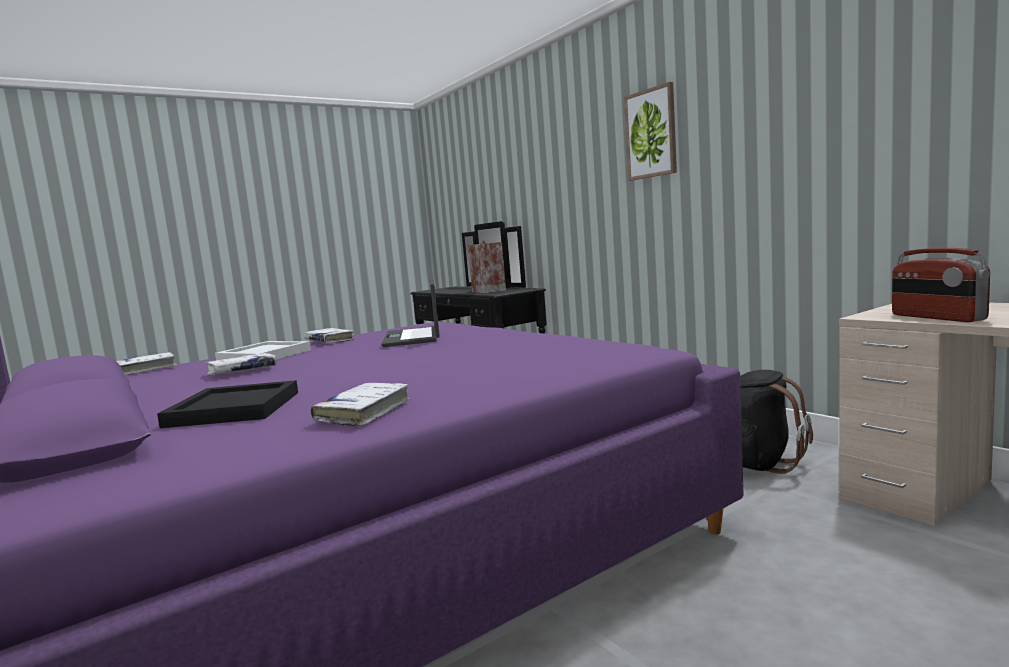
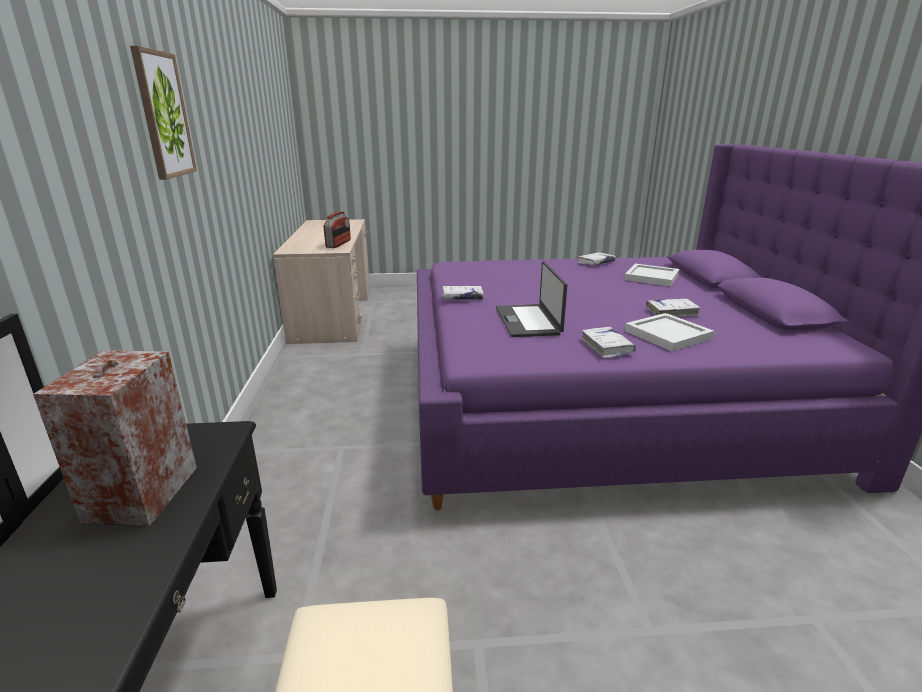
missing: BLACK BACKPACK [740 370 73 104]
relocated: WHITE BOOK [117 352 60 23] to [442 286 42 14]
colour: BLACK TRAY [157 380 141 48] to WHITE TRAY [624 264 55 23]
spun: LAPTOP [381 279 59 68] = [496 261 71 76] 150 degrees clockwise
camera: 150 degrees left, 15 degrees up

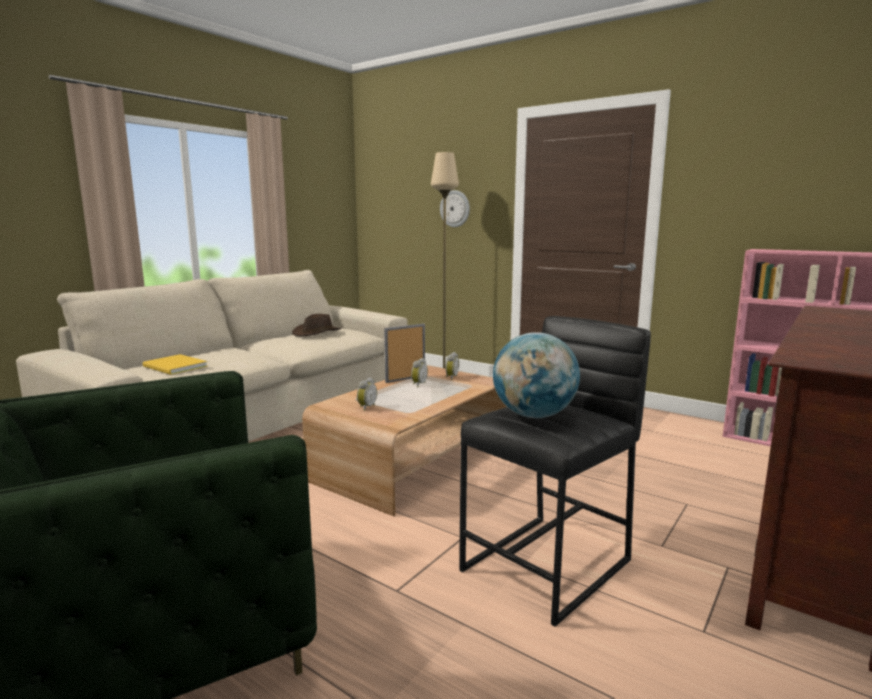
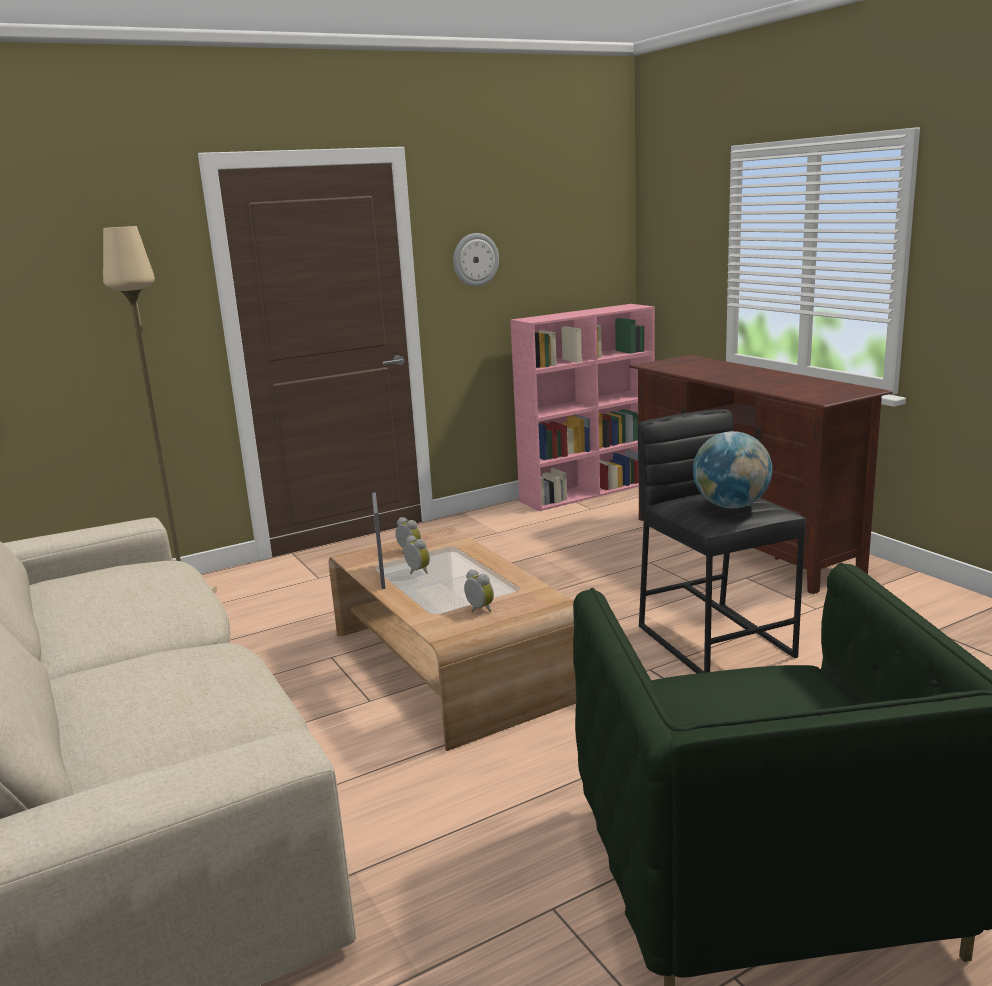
missing: YELLOW BOOK [143 354 64 21]; BROWN HAT [292 314 50 22]
relocated: WALL CLOCK [440 190 30 37] to [453 233 46 54]
camera: 65 degrees left, 5 degrees up

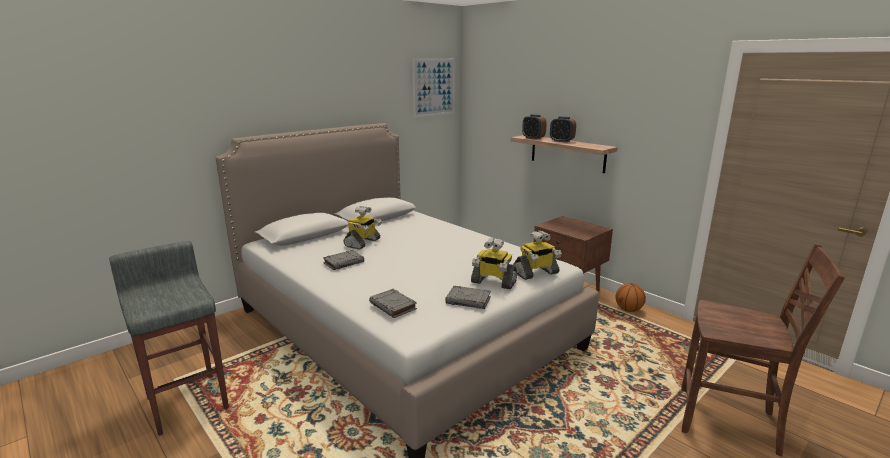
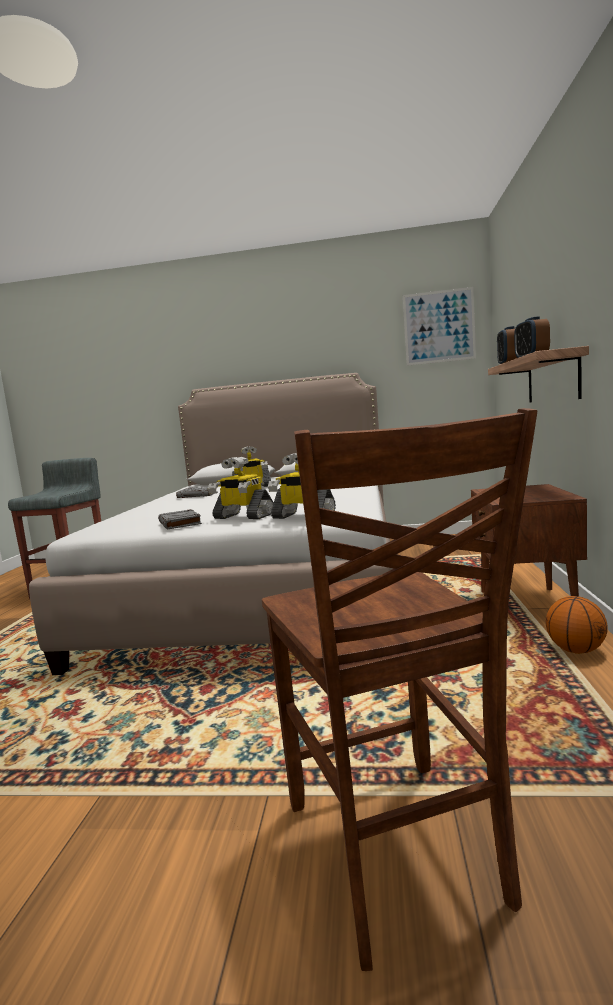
missing: GREY BOOK [369 289 48 29]
spun: TOY ROBOT [471 238 46 51] = [208 457 66 62] 45 degrees counterclockwise
camera: 50 degrees right, 10 degrees down

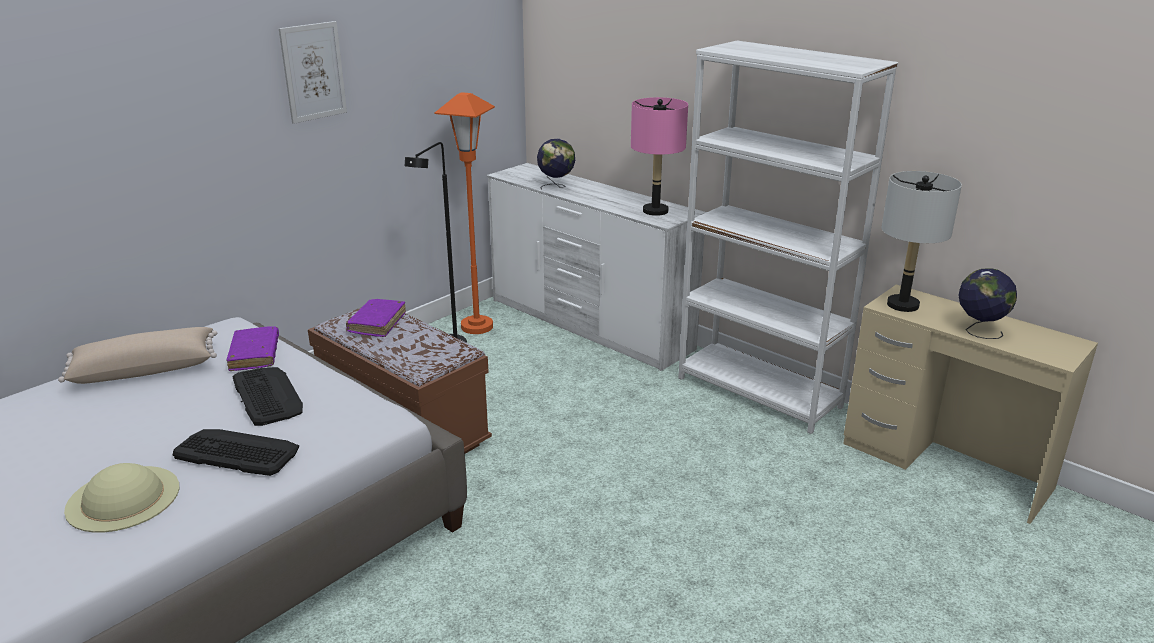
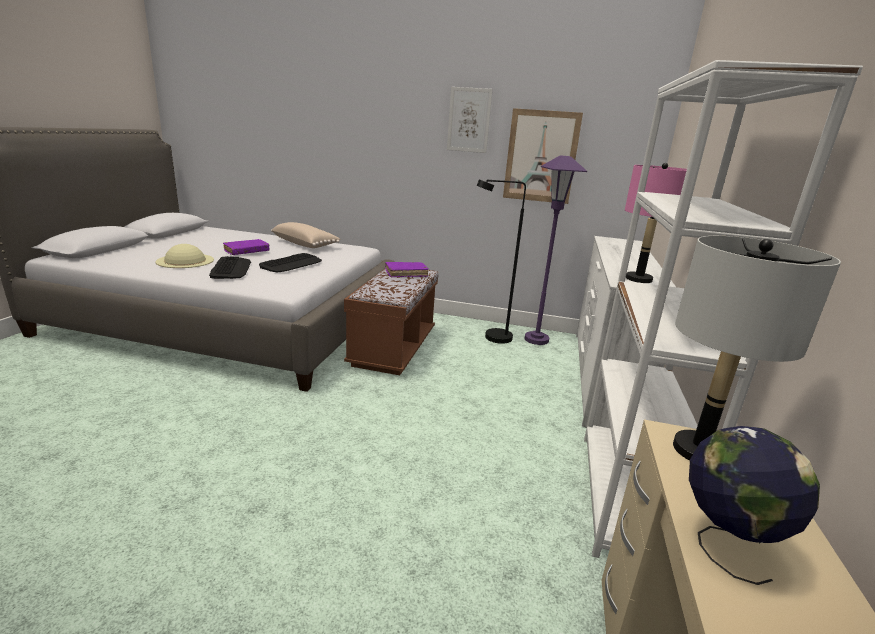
missing: GLOBE [537 139 38 51]
appeared: PICTURE [503 108 80 96]
relocated: PURPLE BOOK [227 327 52 44] to [223 239 47 16]
colour: ORANGE FLOOR LAMP [434 92 61 242] to PURPLE FLOOR LAMP [525 155 62 190]
camera: 60 degrees right, 5 degrees down

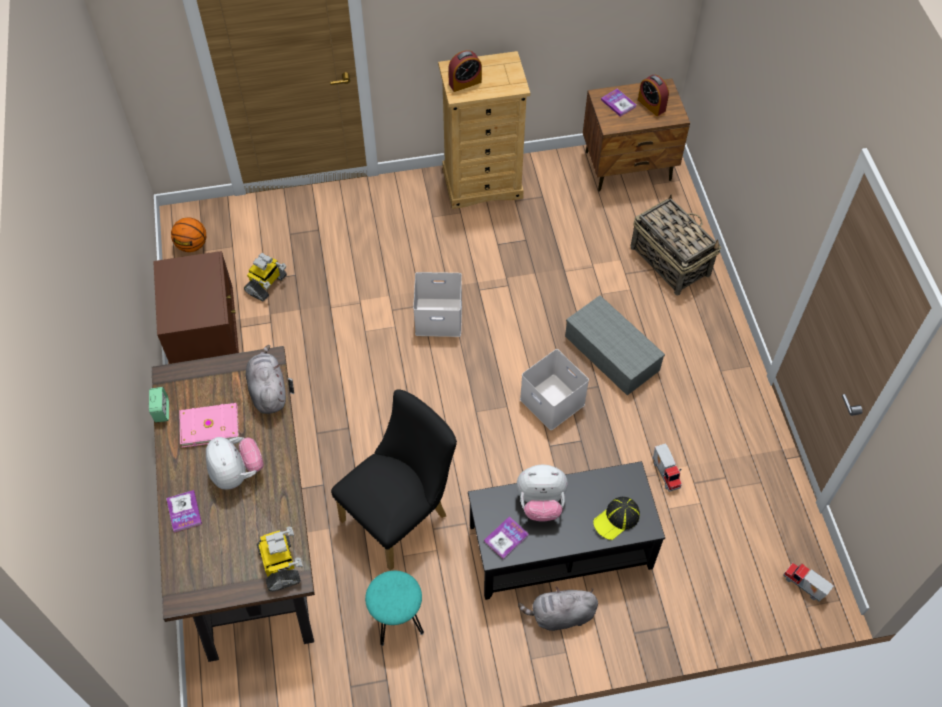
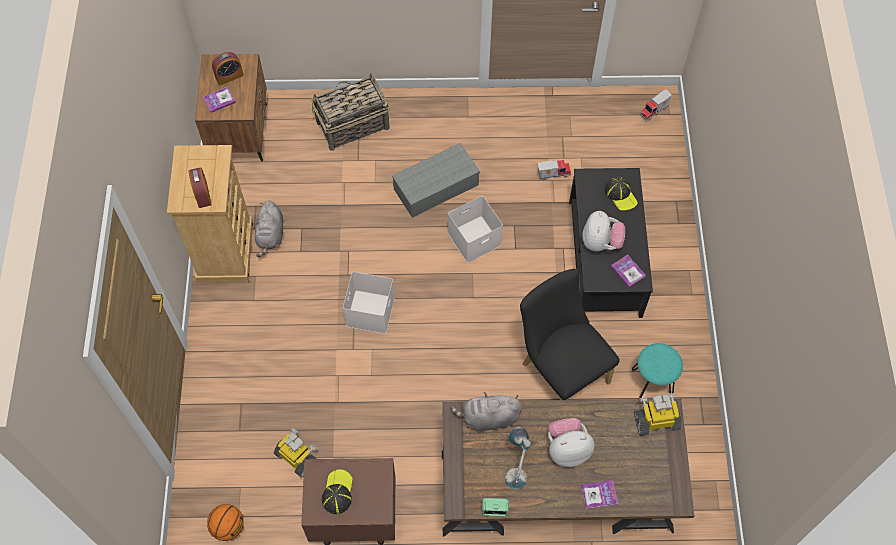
appeared: CAP [322 469 31 45]
relocated: GREY PLUSH TOY [518 587 80 44] to [254 200 29 57]
exchanged: PINK BOOK [179 403 60 45] to TABLE LAMP [505 427 26 63]
camera: 80 degrees left, 5 degrees up

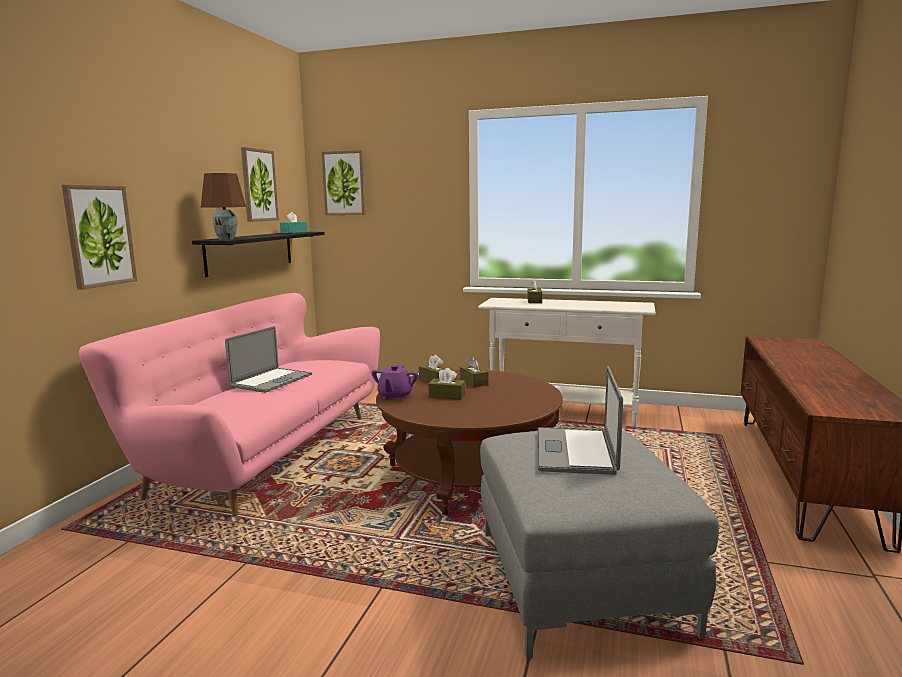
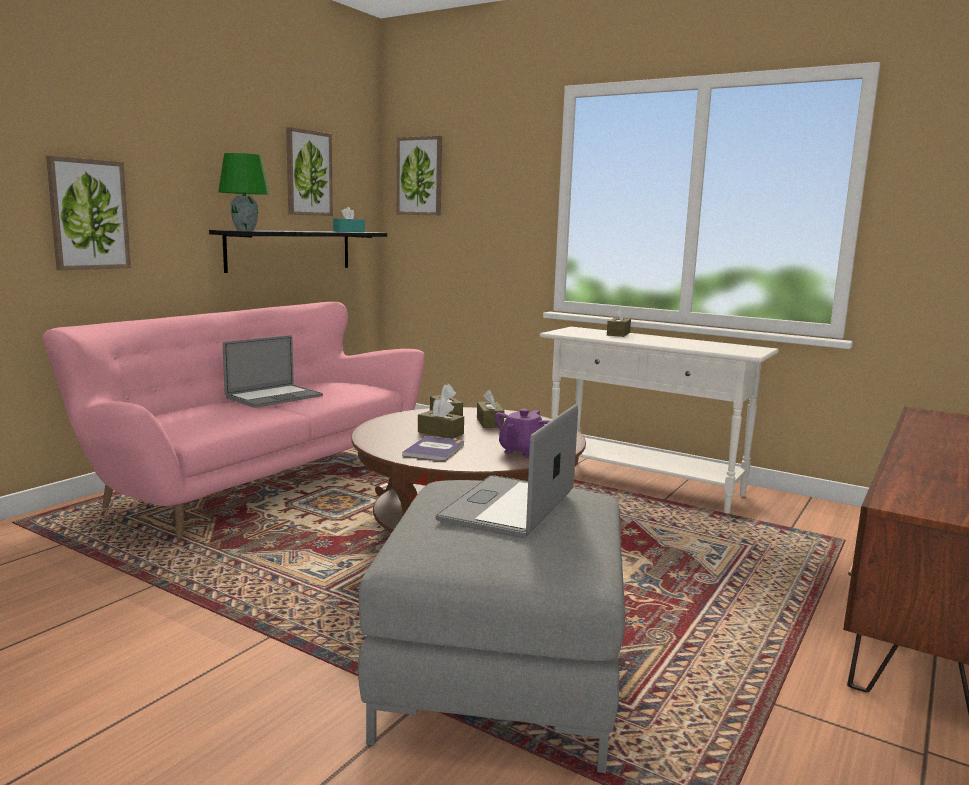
appeared: BOOK [402 436 62 25]
relocated: PURPLE TEAPOT [372 365 46 36] to [495 409 55 48]
colour: BROWN TABLE LAMP [201 173 45 67] to GREEN TABLE LAMP [218 153 51 78]
camera: 15 degrees right, 0 degrees up

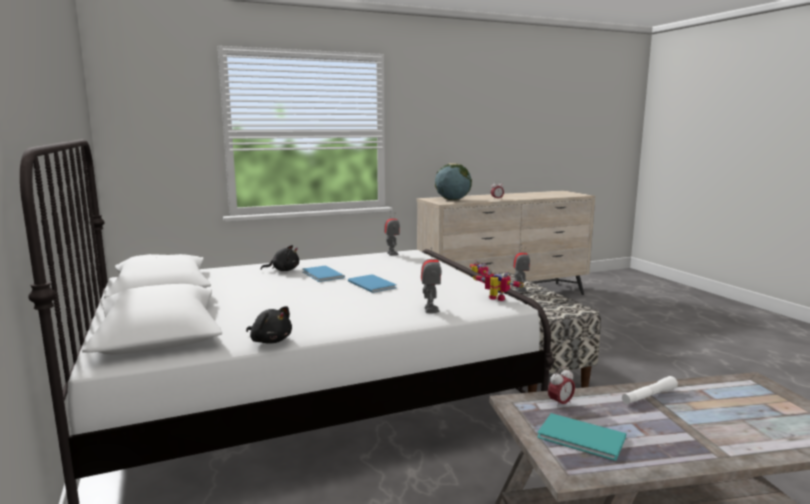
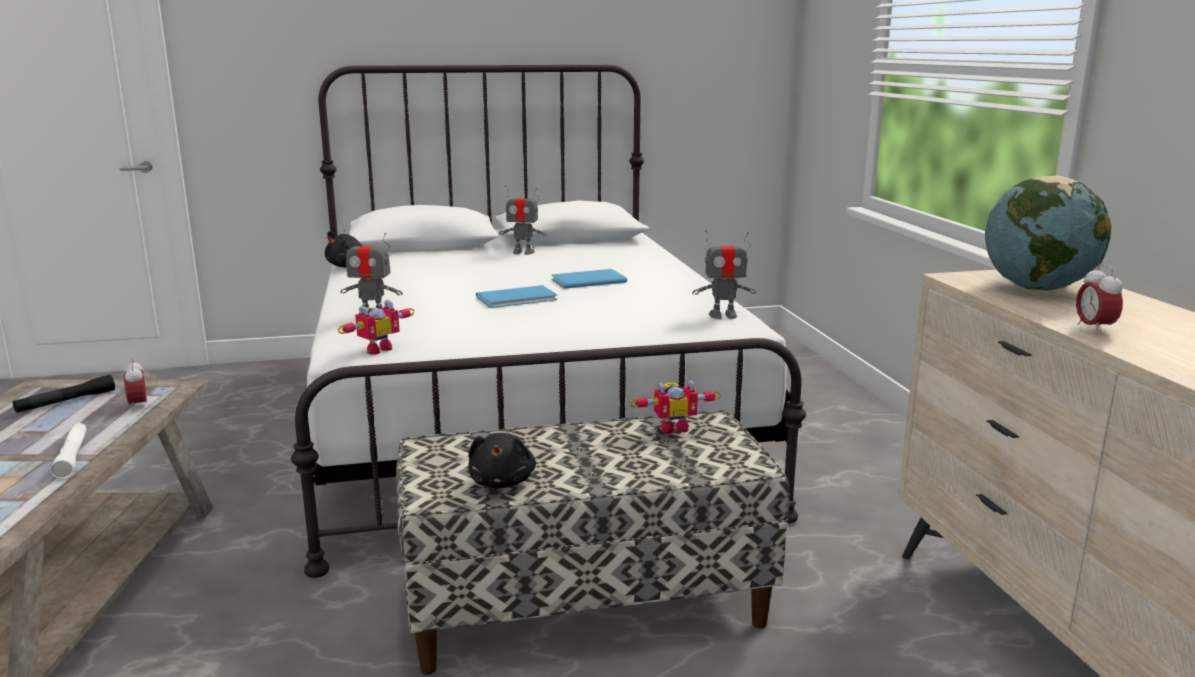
relocated: BLACK PLUSH TOY [261 245 38 26] to [468 433 68 55]; TOY ROBOT [513 244 17 48] to [499 185 48 70]
exchanged: TURQUOISE BOOK [537 413 89 48] to BLACK FLASHLIGHT [13 375 102 38]
camera: 100 degrees right, 5 degrees up

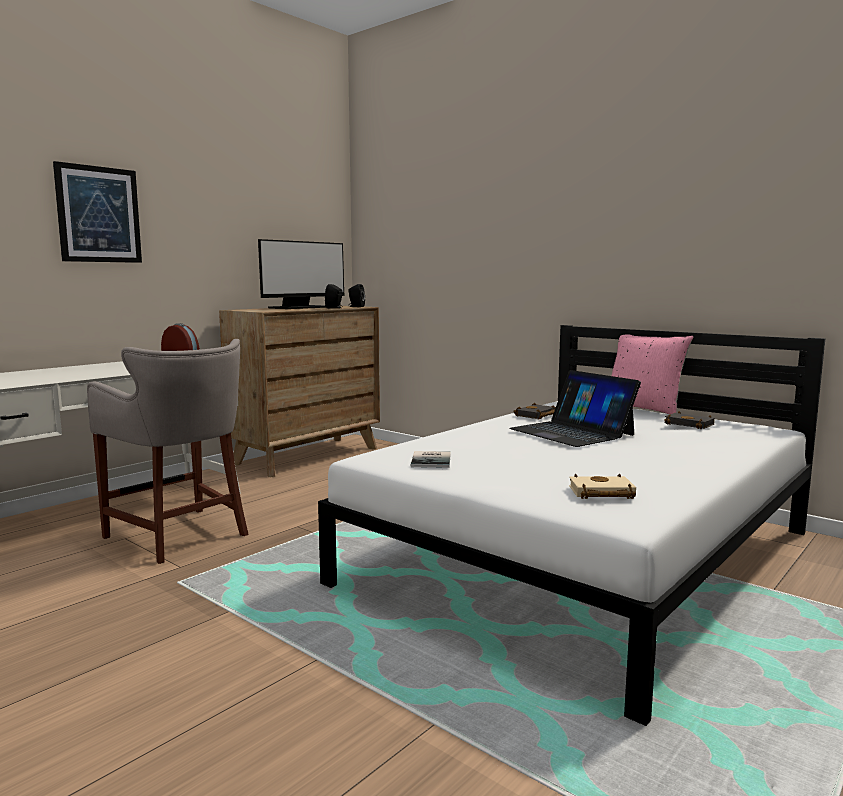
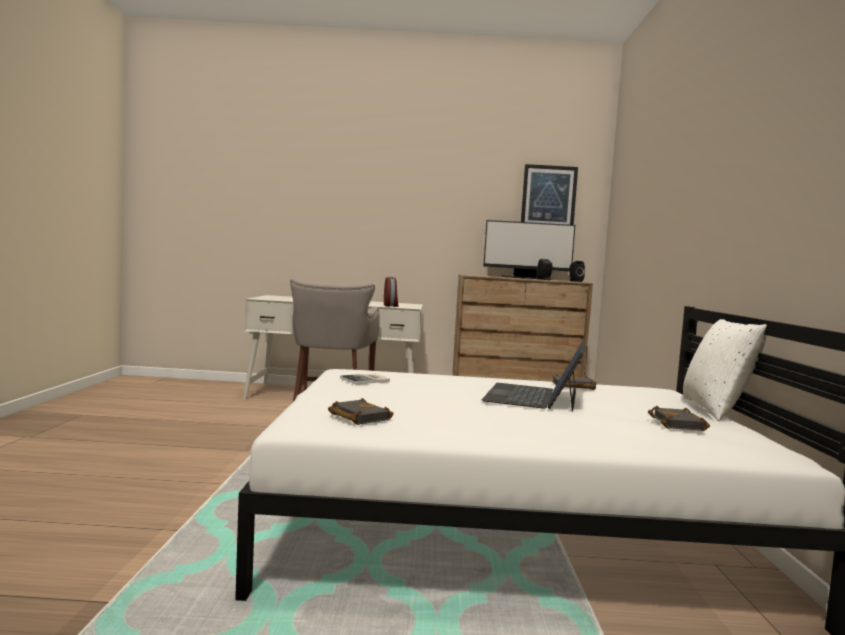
relocated: PICTURE [53 161 89 102] to [521 164 57 61]
colour: BEIGE BOOK [569 474 67 25] to BLACK BOOK [328 398 65 27]; PINK PILLOW [612 335 81 79] to WHITE PILLOW [683 319 84 102]
camera: 50 degrees right, 5 degrees down

